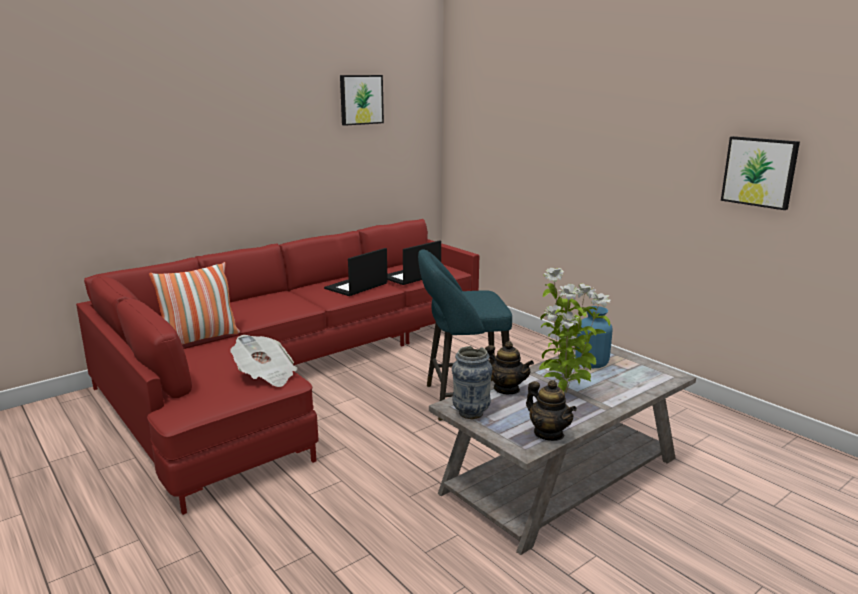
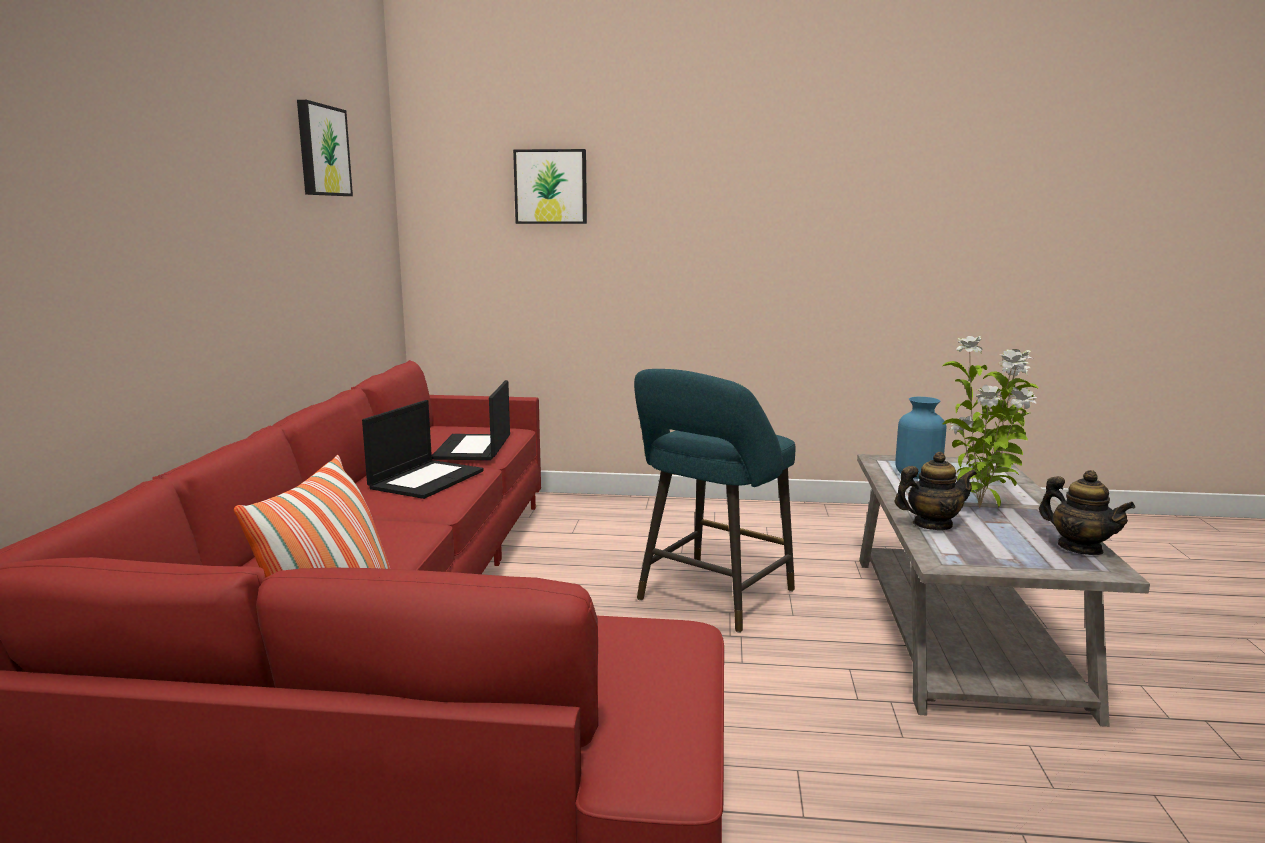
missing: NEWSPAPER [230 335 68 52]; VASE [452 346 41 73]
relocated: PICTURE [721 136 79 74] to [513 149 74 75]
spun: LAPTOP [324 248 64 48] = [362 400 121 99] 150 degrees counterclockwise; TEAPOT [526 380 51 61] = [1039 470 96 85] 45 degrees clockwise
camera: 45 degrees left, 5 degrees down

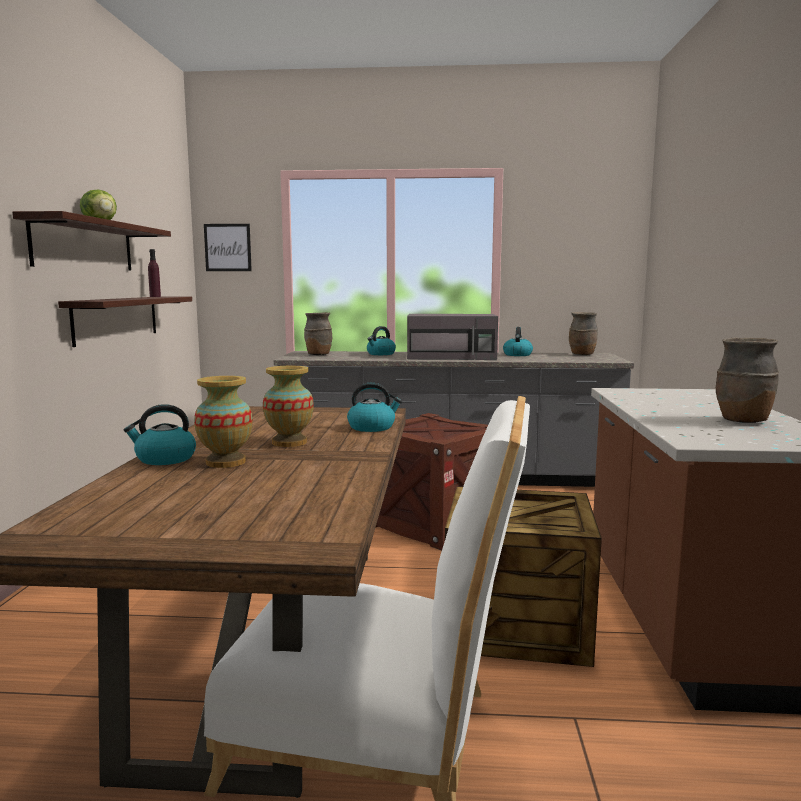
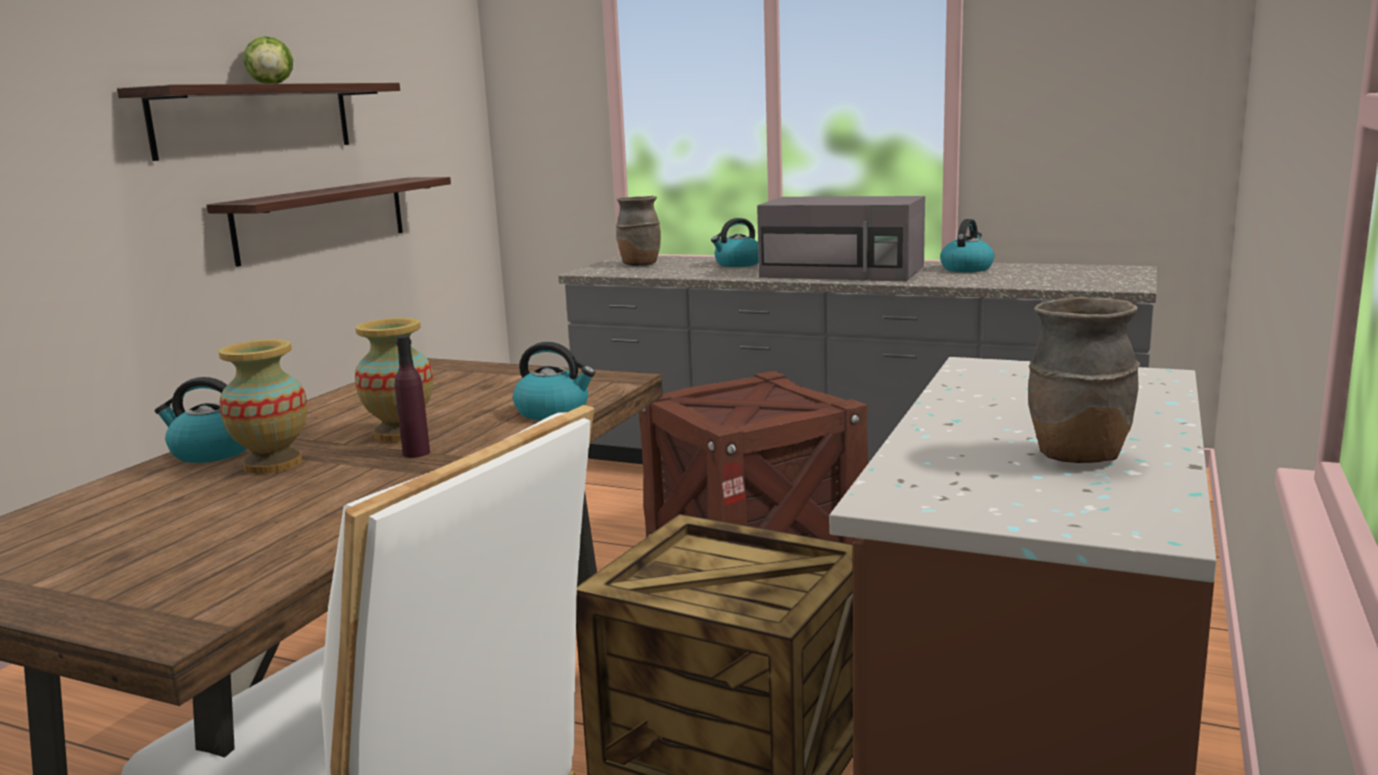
missing: PICTURE [204 224 48 47]; BROWN VASE [569 312 29 43]
relocated: PURPLE BOTTLE [148 249 13 48] to [395 335 35 123]
camera: 20 degrees right, 5 degrees up

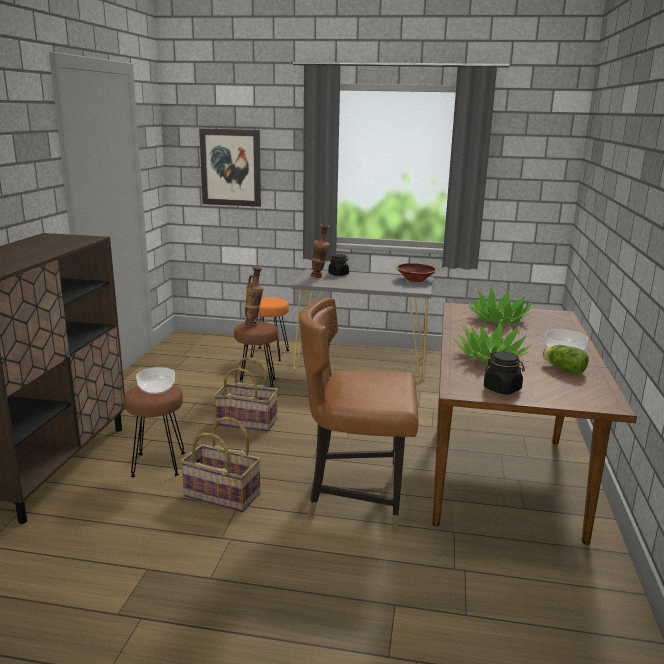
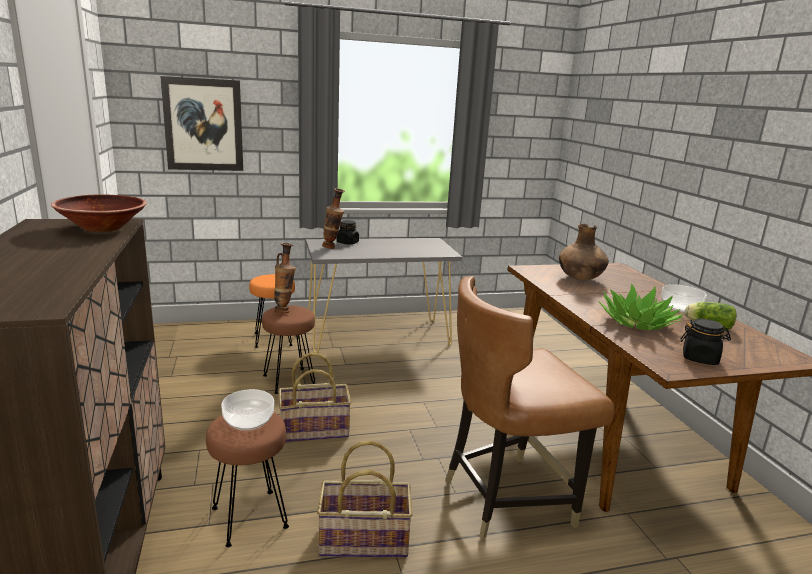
relocated: BROWN BOWL [396 263 41 19] to [51 195 96 37]
exchanged: POTTED PLANT [468 288 65 36] to BROWN VASE [559 224 50 56]
camera: 25 degrees left, 0 degrees up

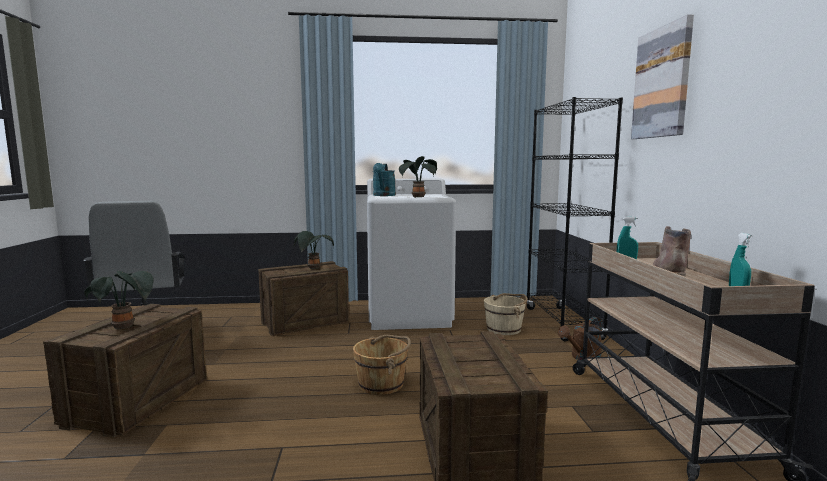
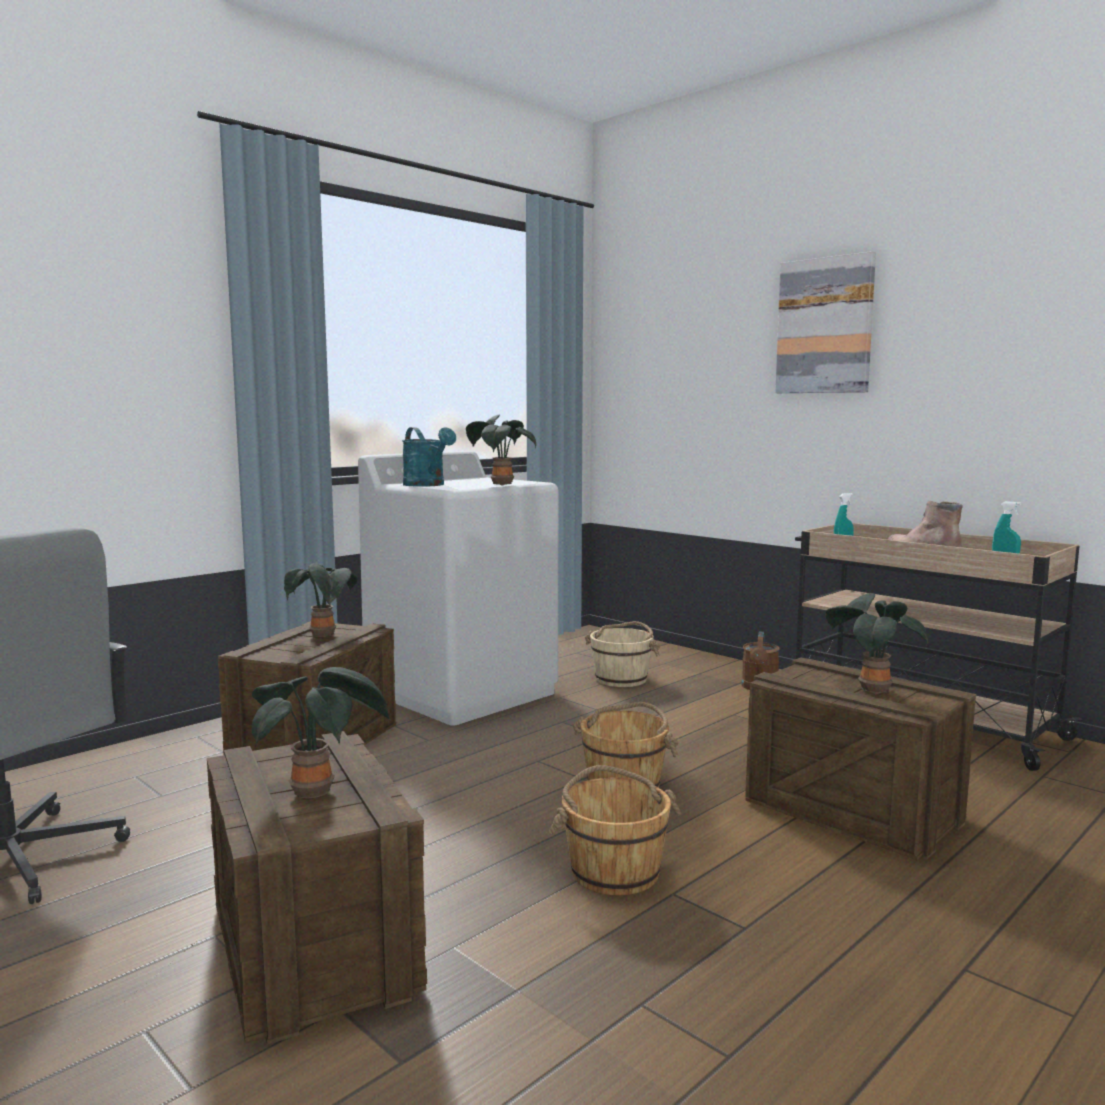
missing: BLACK BOOKCASE [527 97 96 245]
appeared: BROWN BUCKET [549 765 133 131]; POTTED PLANT [826 593 102 101]
camera: 40 degrees left, 0 degrees up

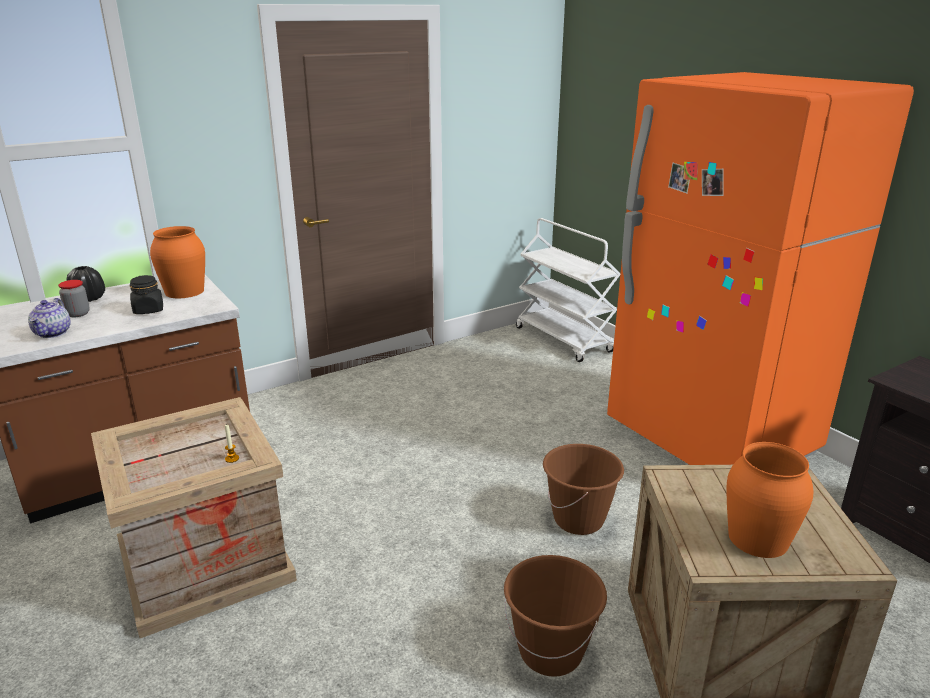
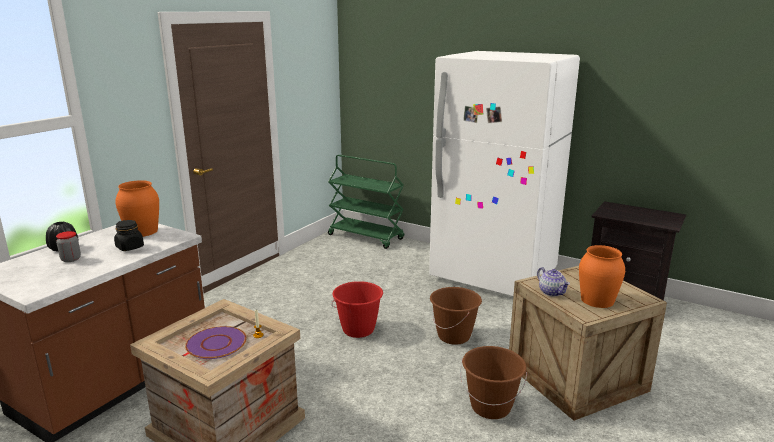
appeared: PURPLE PLATE [185 326 62 33]; RED BUCKET [332 281 51 57]
relocated: TEAPOT [28 298 43 40] to [537 267 33 30]
colour: WHITE CART [516 218 104 144] to GREEN CART [328 155 76 94]; ORANGE FRIDGE [607 72 307 393] to WHITE FRIDGE [429 51 151 245]
camera: 25 degrees left, 5 degrees down

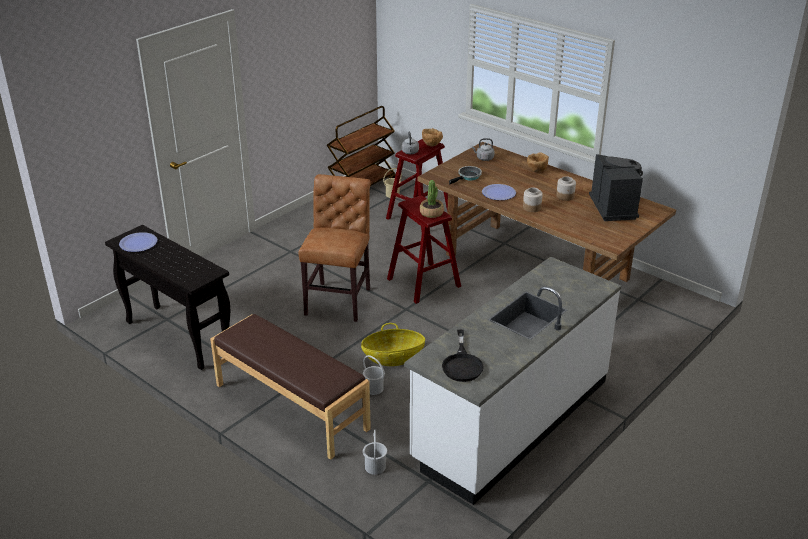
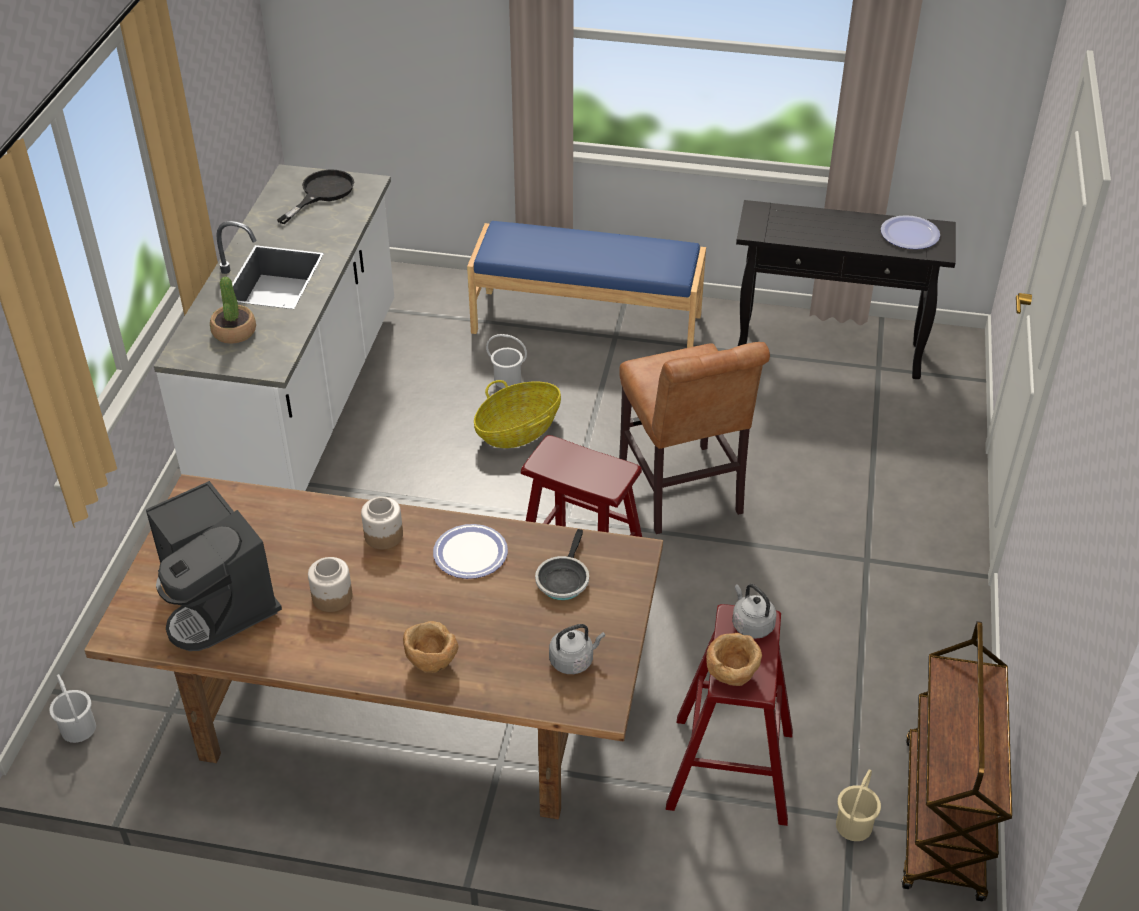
relocated: WHITE BUCKET [363 430 24 45] to [49 674 47 69]; POTTED PLANT [420 180 24 38] to [210 277 46 67]
colour: BROWN BENCH [210 314 161 146] to BLUE BENCH [467 221 239 127]
spun: BLACK FRYING PAN [442 330 42 52] = [277 169 77 55] 60 degrees clockwise
camera: 150 degrees right, 10 degrees up

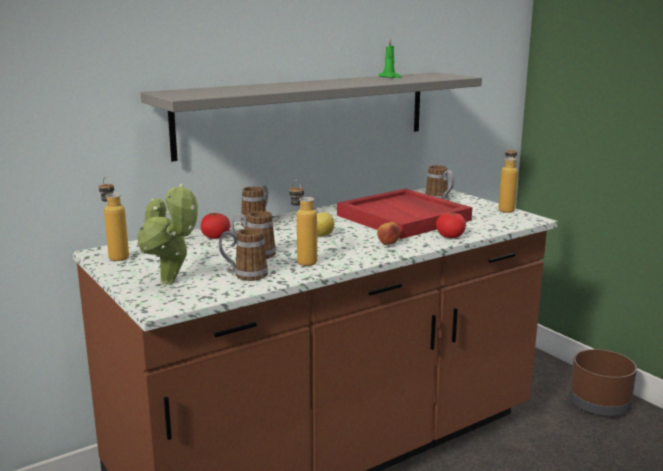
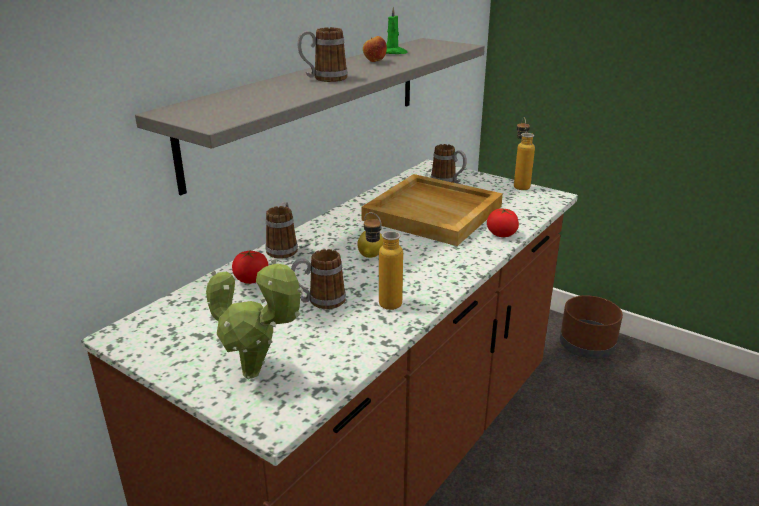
missing: BOTTLE [99 177 30 84]
relocated: MUG [219 228 49 53] to [298 27 50 55]; APPLE [377 222 23 23] to [363 36 24 26]
colour: RED TRAY [337 189 135 50] to BEIGE TRAY [361 174 142 72]
camera: 20 degrees left, 10 degrees up

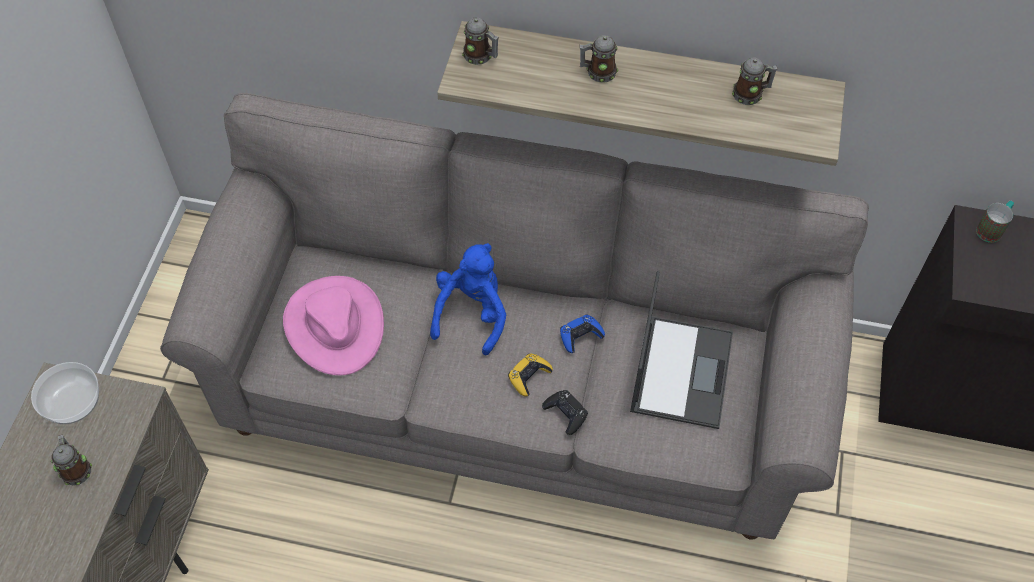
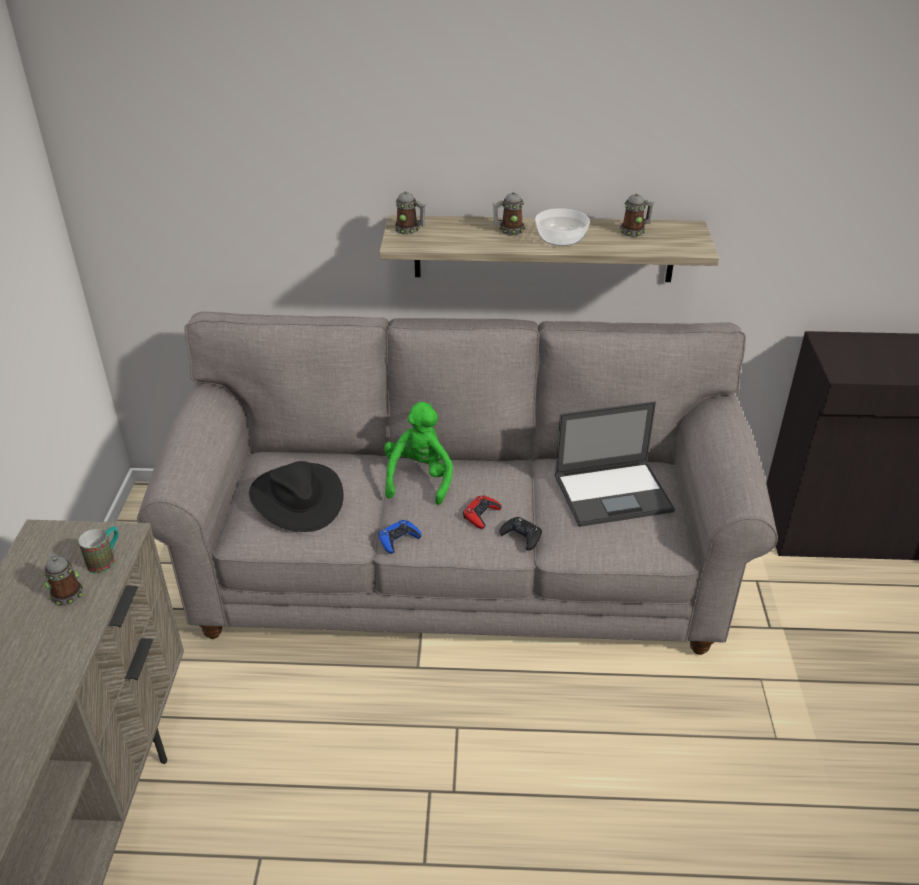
relocated: BOWL [31 362 68 62] to [535 208 55 38]; BLUE GAME CONTROLLER [560 315 45 38] to [378 520 44 34]; MUG [976 201 38 42] to [78 526 41 48]
colour: PINK HAT [283 276 101 99] to BLACK HAT [249 461 95 71]; BLUE PLUSH TOY [430 243 76 112] to GREEN PLUSH TOY [384 402 69 103]; YELLOW GAME CONTROLLER [508 353 45 44] to RED GAME CONTROLLER [463 495 39 34]
spun: LAPTOP [630 270 103 159] = [555 401 120 126] 75 degrees clockwise
camera: 10 degrees left, 20 degrees down

